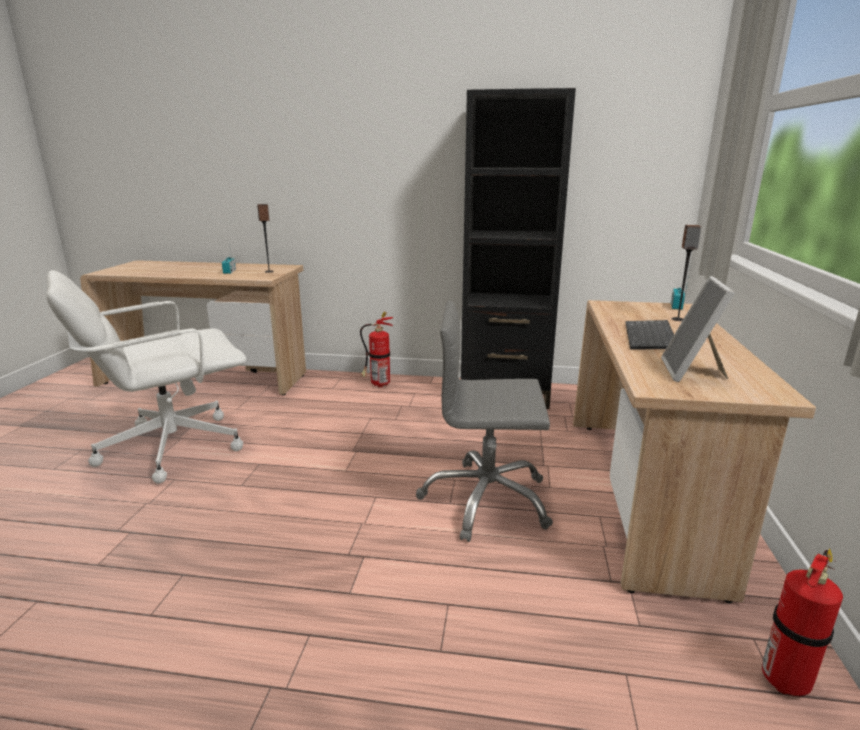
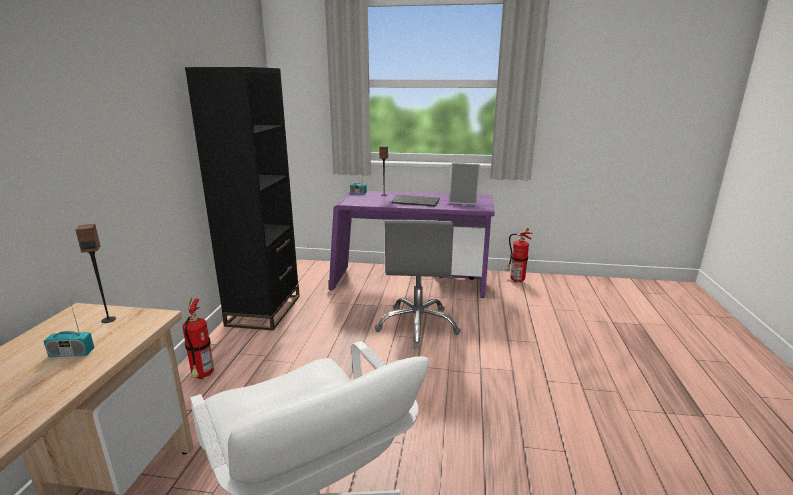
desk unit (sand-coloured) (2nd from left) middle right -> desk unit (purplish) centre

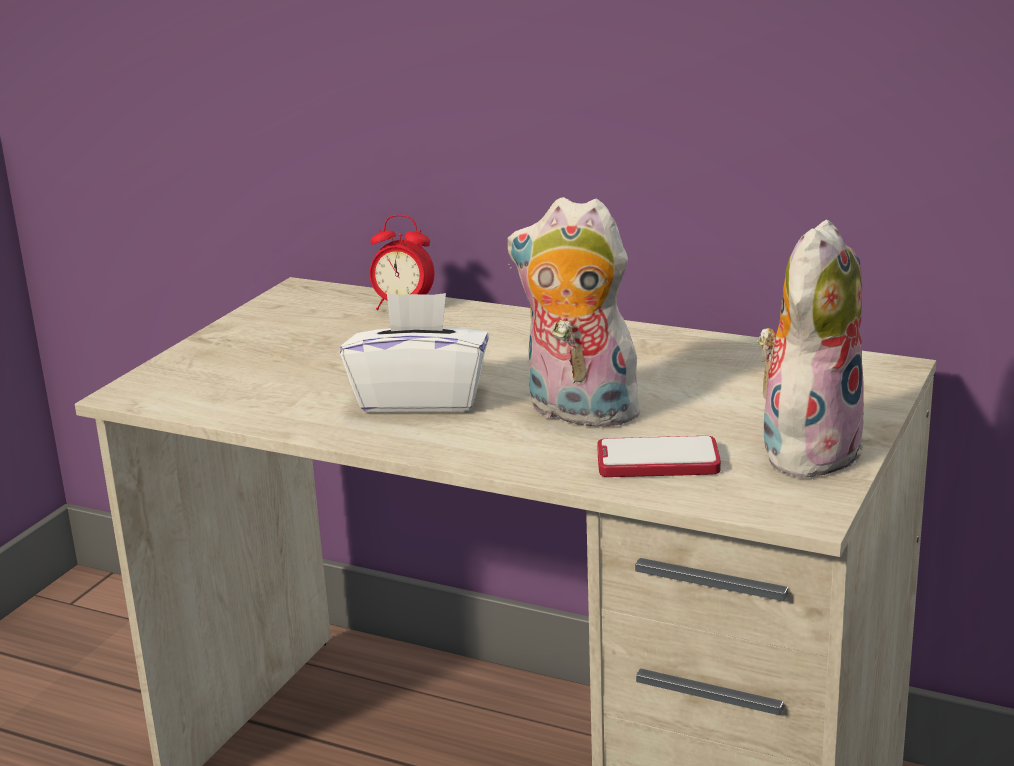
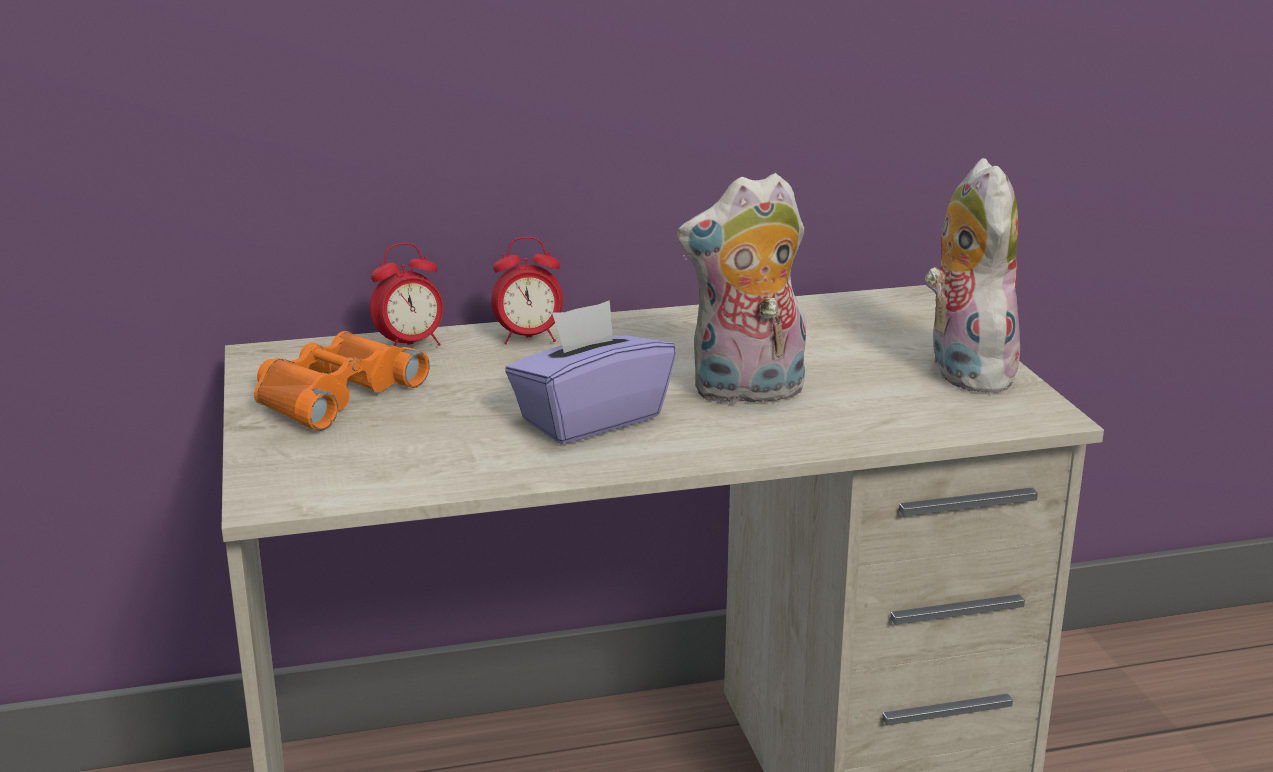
tissue box (white) centre -> tissue box (purplish) centre
phone centre -> none
none -> bedside clock (2nd from left) centre
none -> pair of binoculars (orangey) middle left

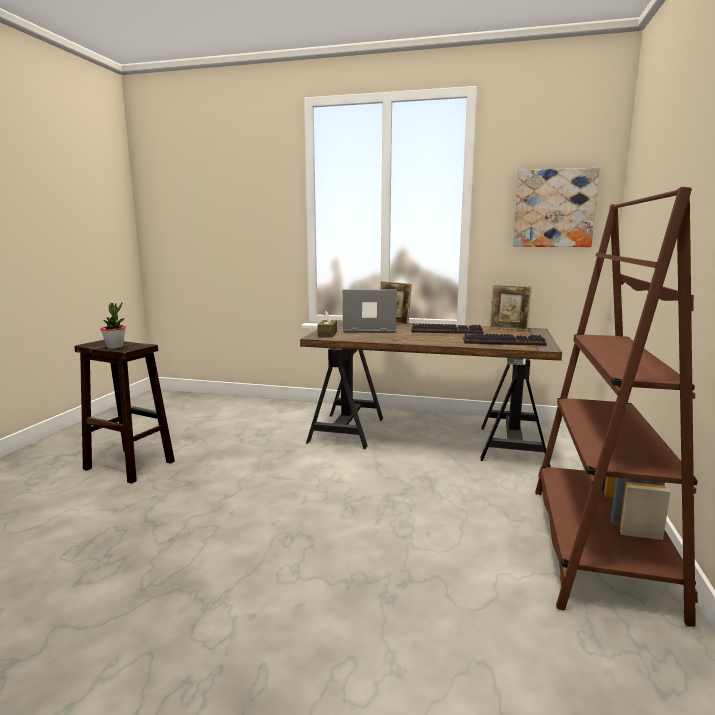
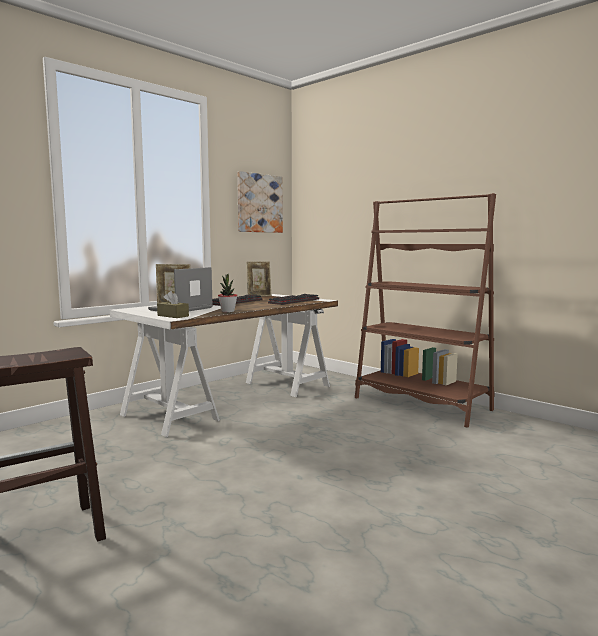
potted plant middle left -> potted plant centre, moved
desk unit (brown) centre -> desk unit (white) centre

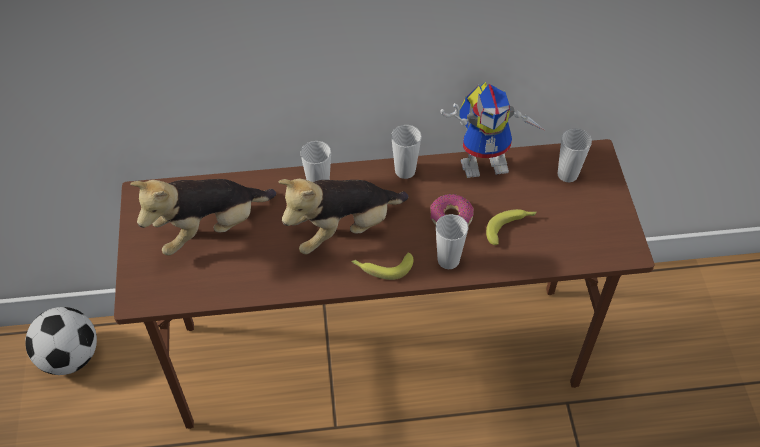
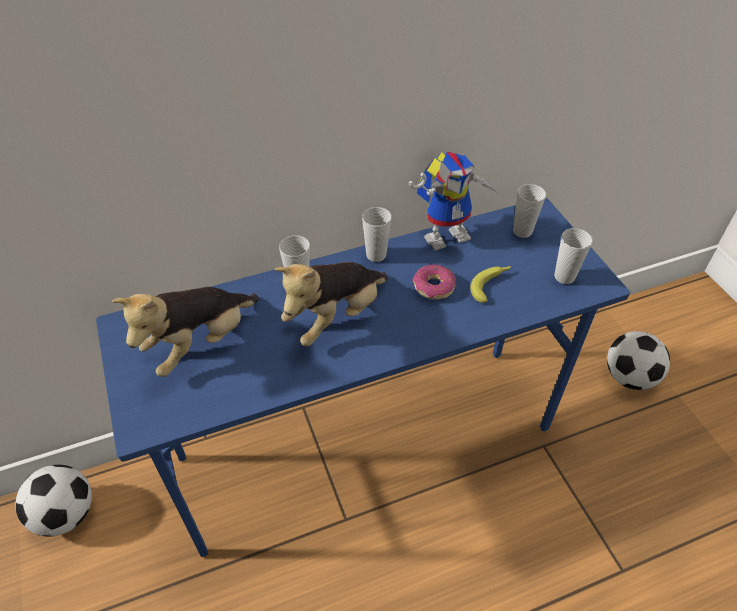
desk unit (brown) centre -> desk unit (blue-coloured) centre
drinking cup (3rd from left in the first image) centre -> drinking cup (4th from left) middle right, moved
banana fruit (1st from left) centre -> none
none -> football (2nd from left) middle right

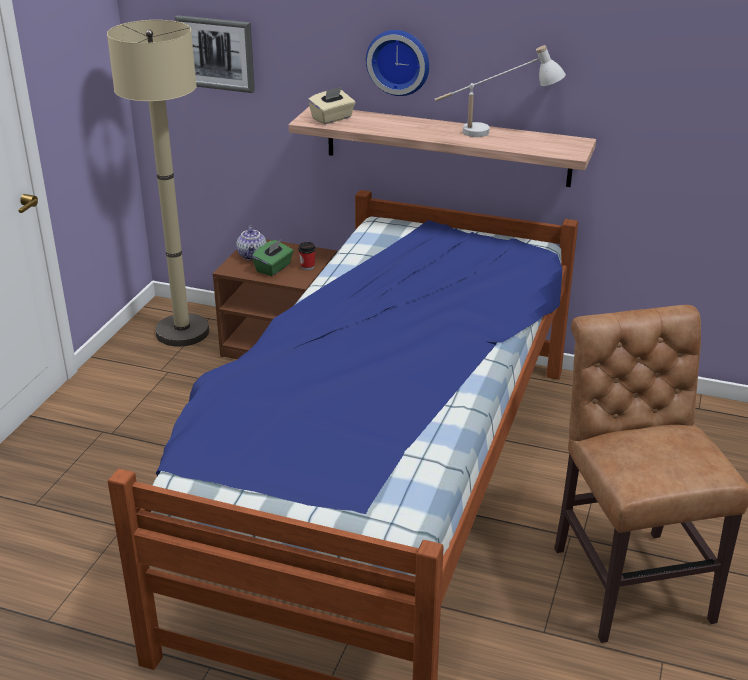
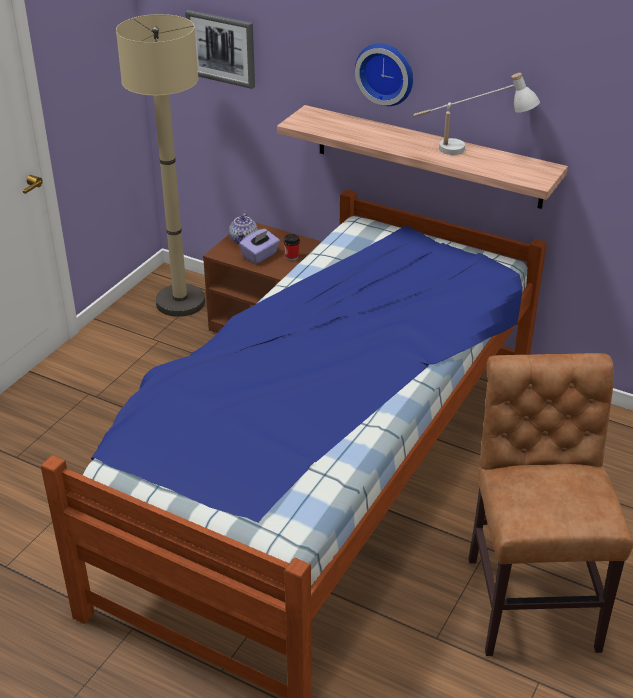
tissue box (sand-coloured) top centre -> none
tissue box (greenish) centre -> tissue box (purplish) centre

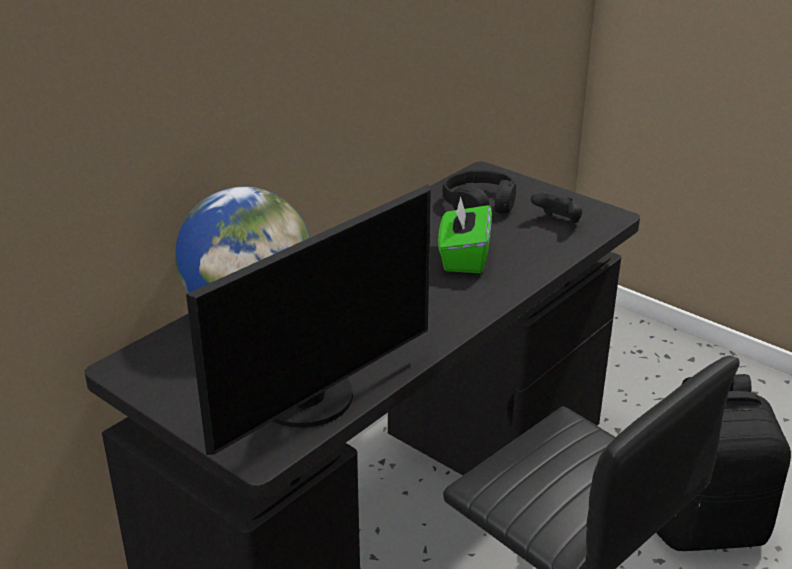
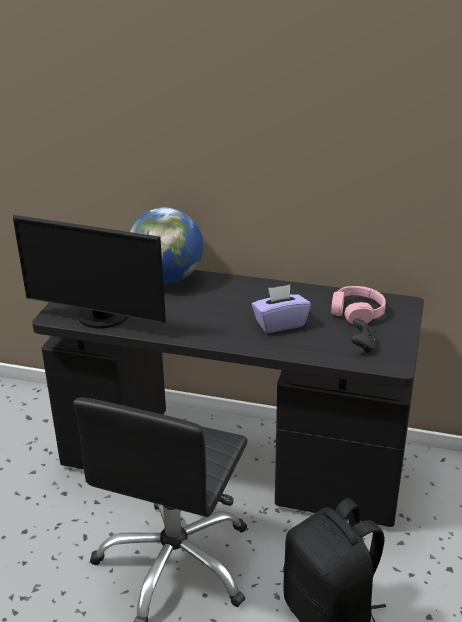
headset (blackish) centre -> headset (pink) middle right
tissue box (greenish) centre -> tissue box (purplish) centre

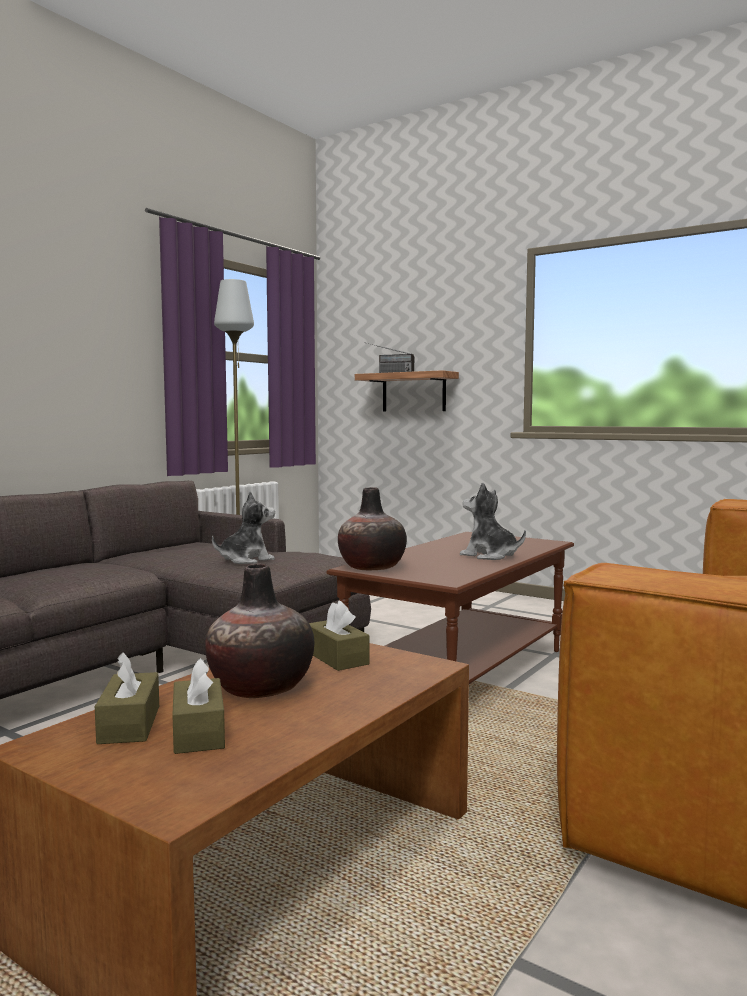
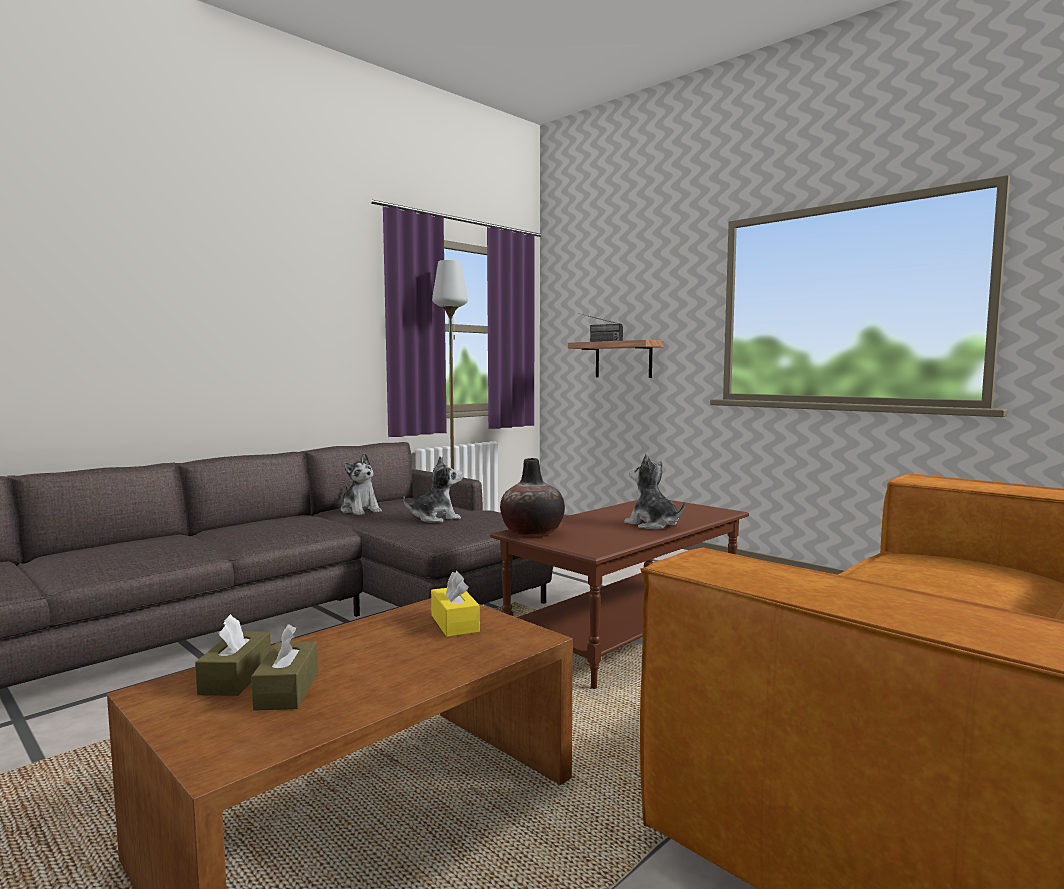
flower vase (1st from left) centre -> none
tissue box (brown) (3rd from left) centre -> tissue box (yellowish) bottom centre
none -> plush toy (1st from left) centre

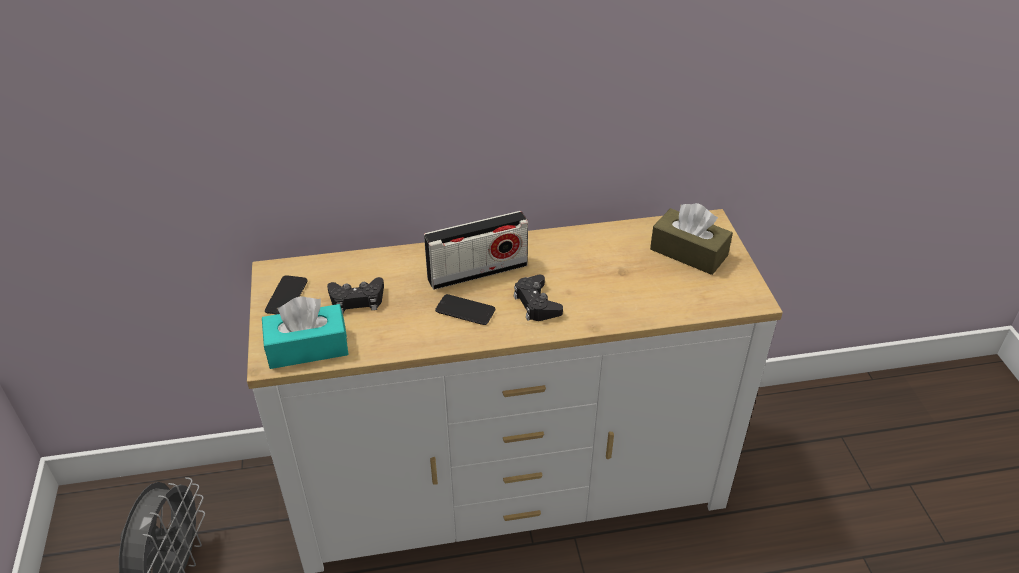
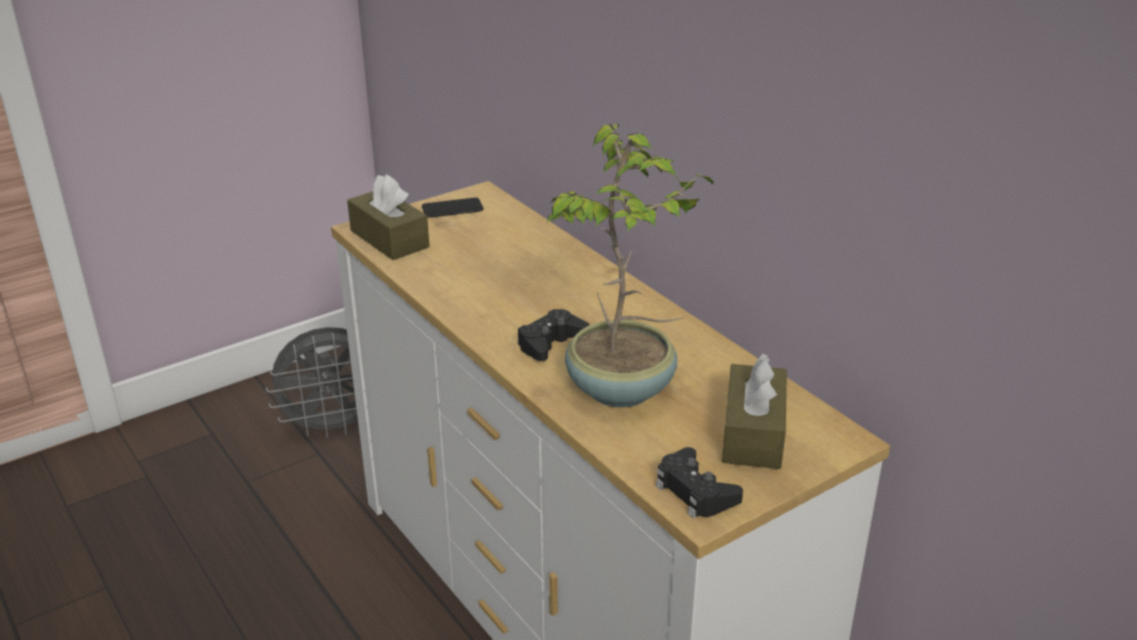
radio receiver centre -> none
joypad (blackish) (1st from left in the first image) centre -> joypad (blackish) (2nd from left) bottom centre, moved
phone (2nd from left) centre -> none
tissue box (blue-green) middle left -> tissue box (brown) (1st from left) centre
none -> potted plant centre

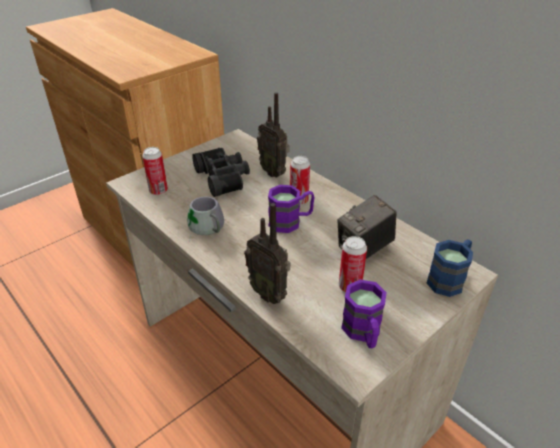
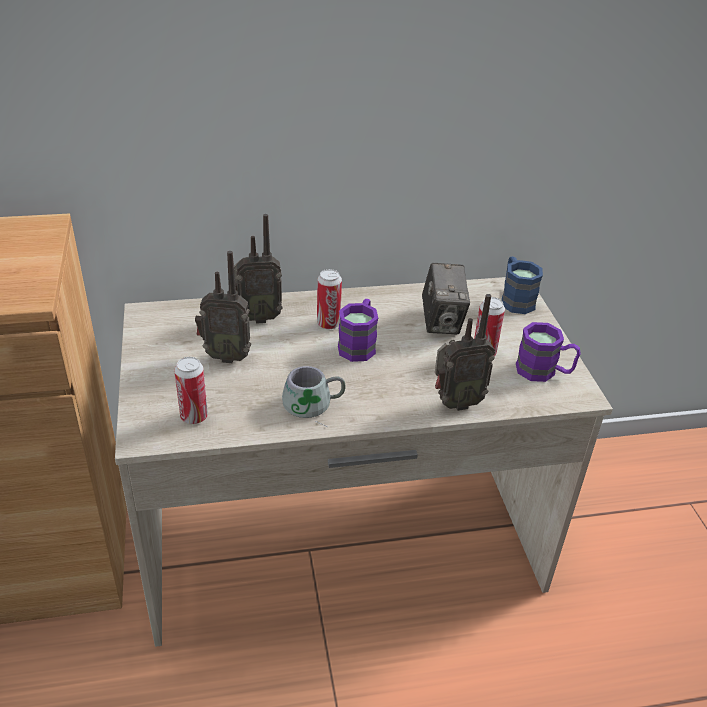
pair of binoculars (blackish) centre -> radio receiver (1st from left) middle left

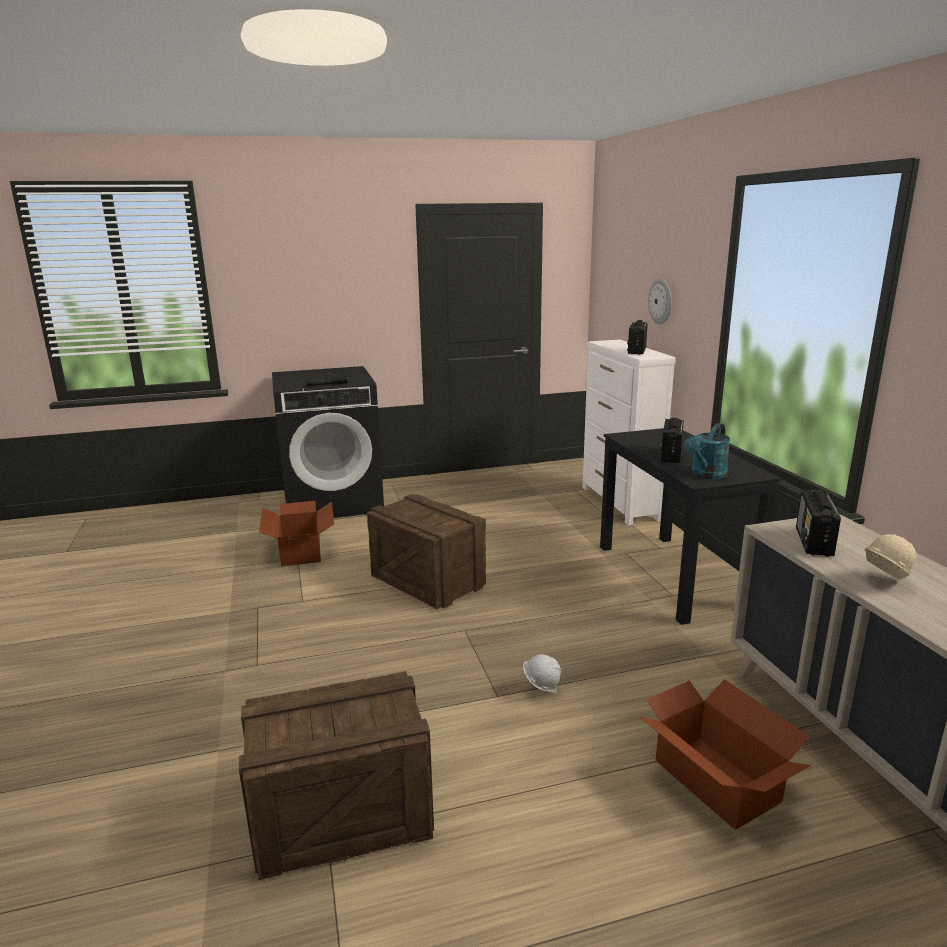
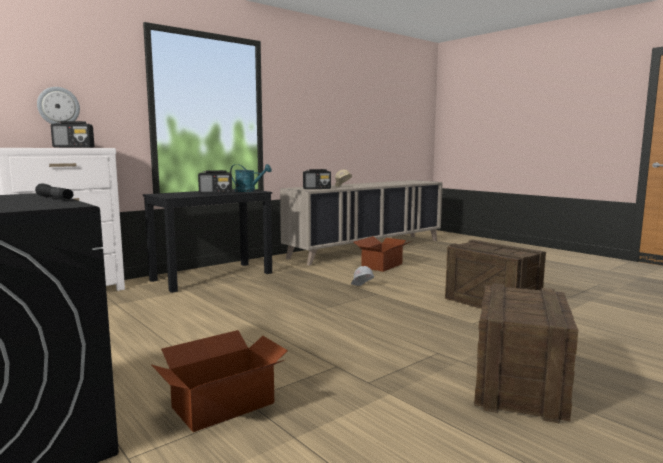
packing crate (2nd from left) centre -> packing crate (2nd from left) bottom right, moved

